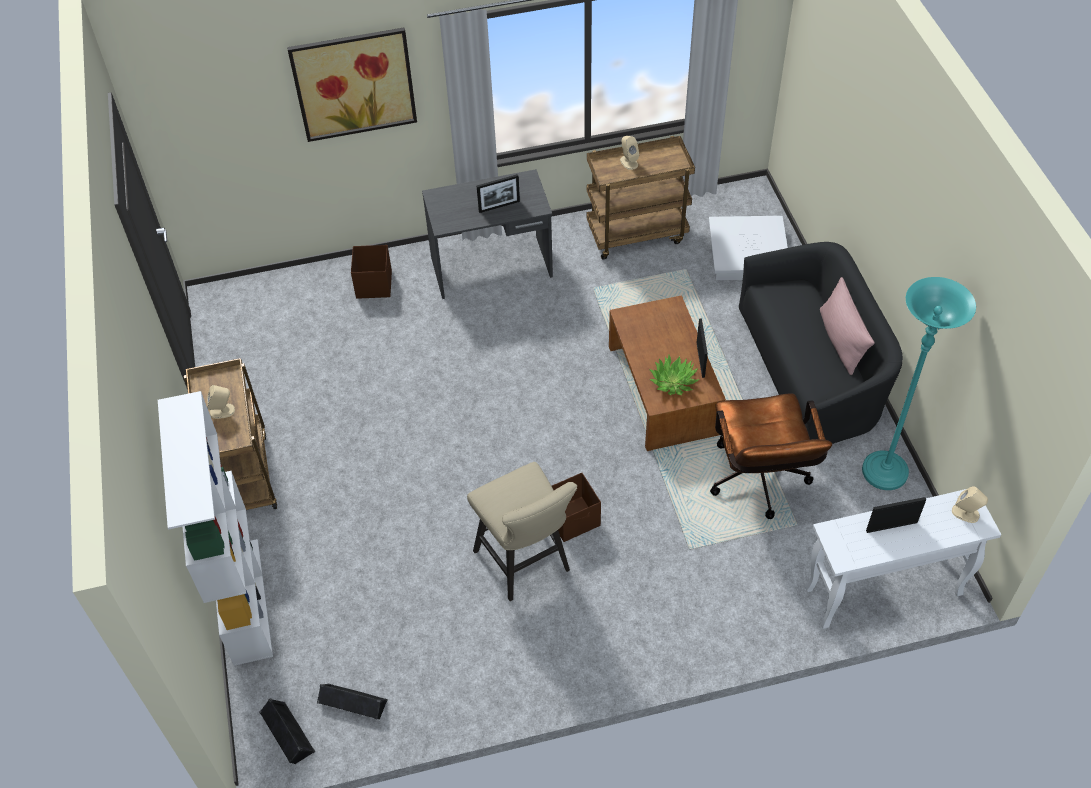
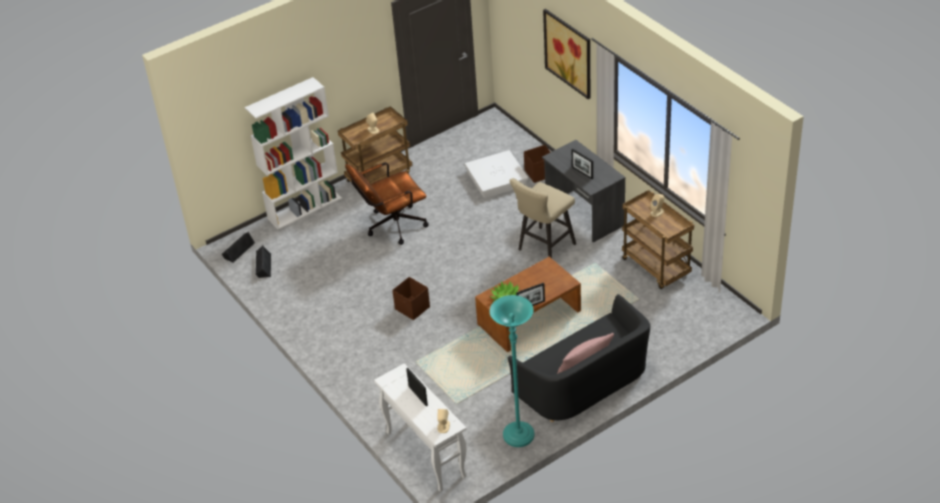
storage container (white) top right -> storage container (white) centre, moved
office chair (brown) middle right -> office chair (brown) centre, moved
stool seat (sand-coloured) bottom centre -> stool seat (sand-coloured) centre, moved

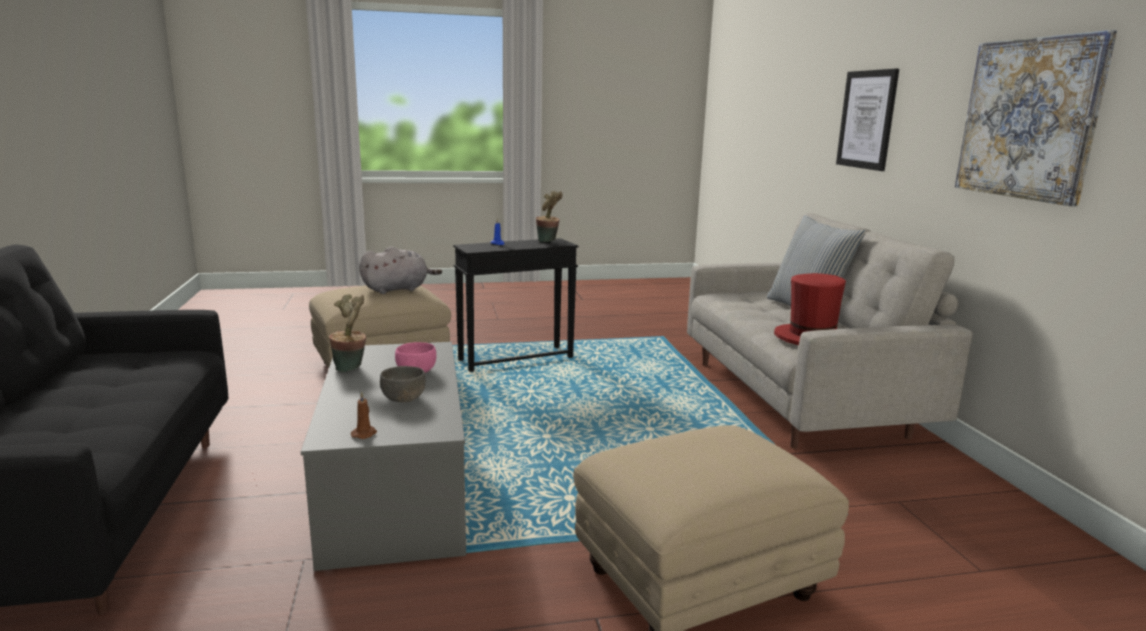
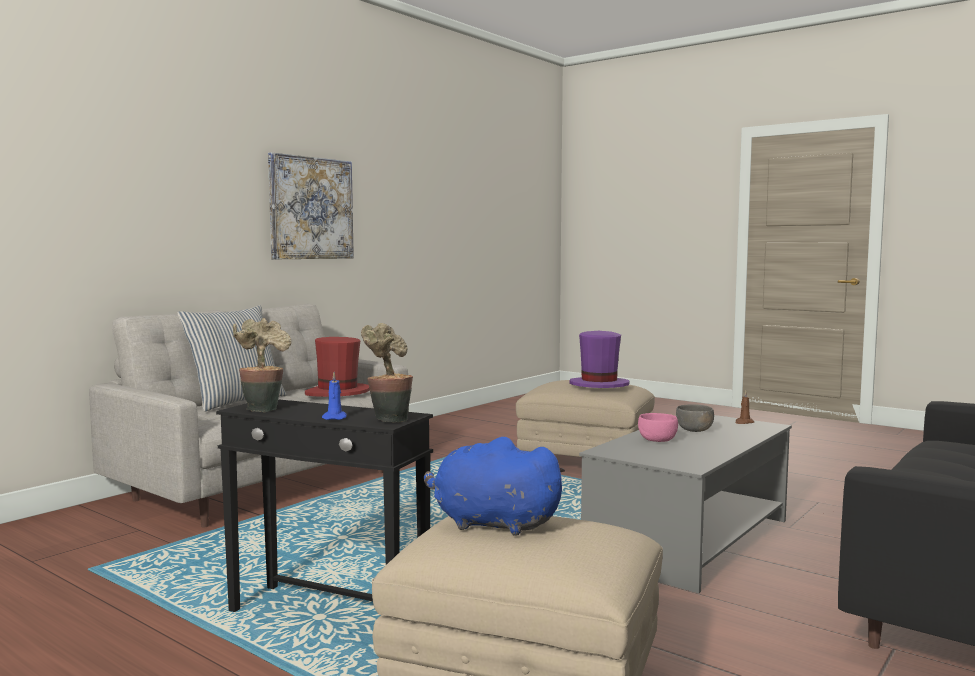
wall picture (1st from left) top right -> none
plush toy (grey) centre -> plush toy (blue-coloured) bottom centre
potted plant (1st from left in the first image) middle left -> potted plant (2nd from left) centre, moved
none -> wearable hat (purplish) centre

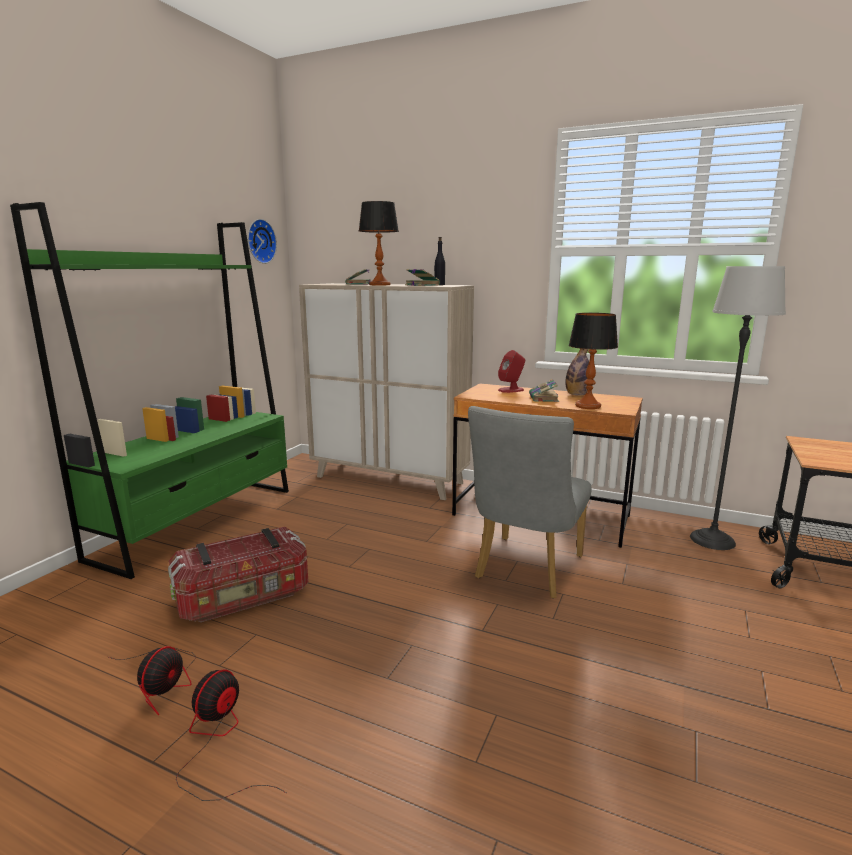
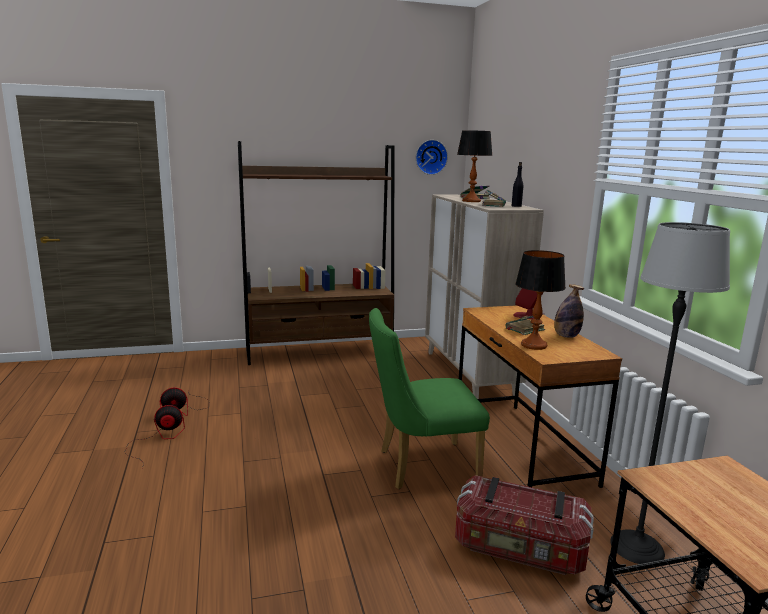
bookshelf (greenish) middle left -> bookshelf (brown) centre
plain chair (grey) centre -> plain chair (greenish) centre
storage container bottom left -> storage container bottom right, moved

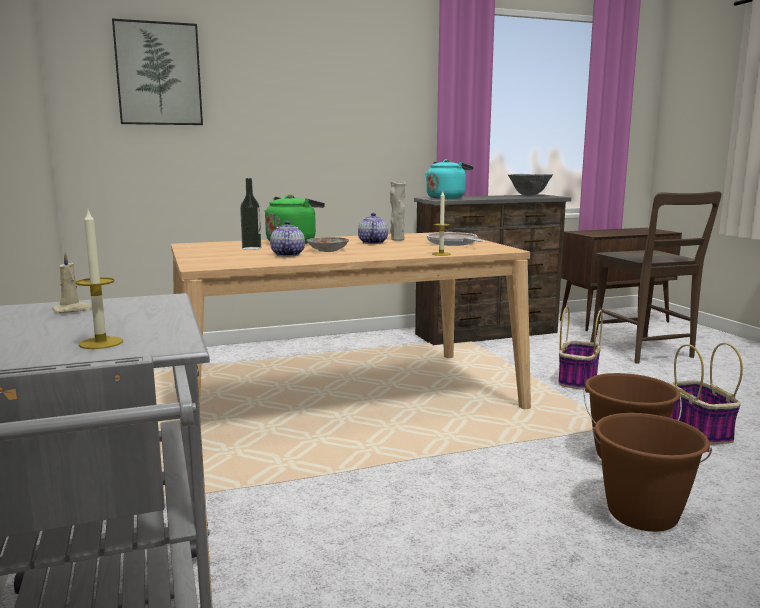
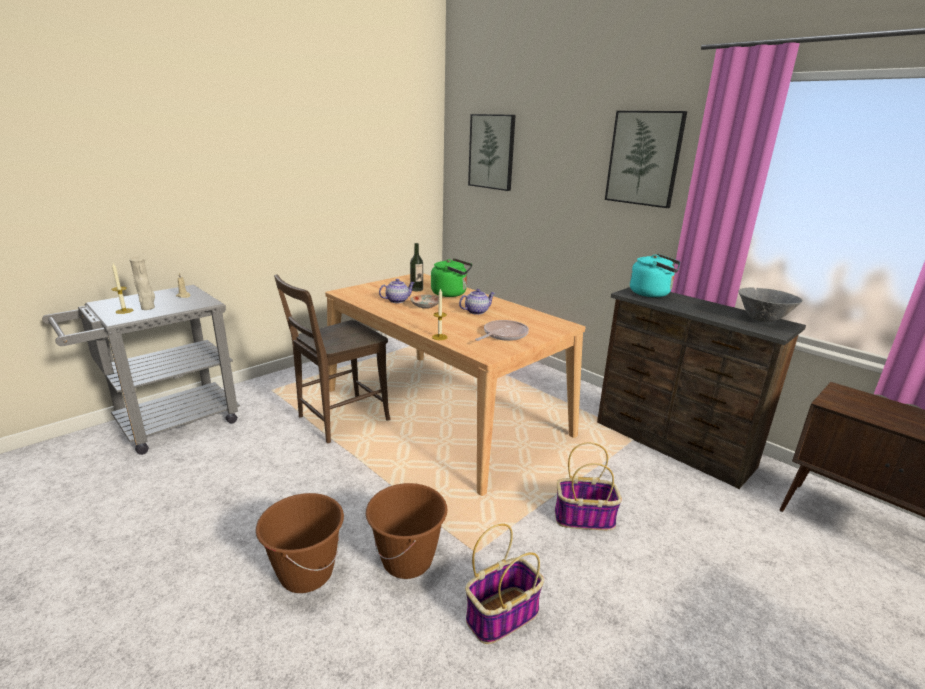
flower vase (sand-coloured) centre -> flower vase (sand-coloured) middle left, moved
plain chair (brown) middle right -> plain chair (brown) centre, moved
none -> wall picture (2nd from left) top right

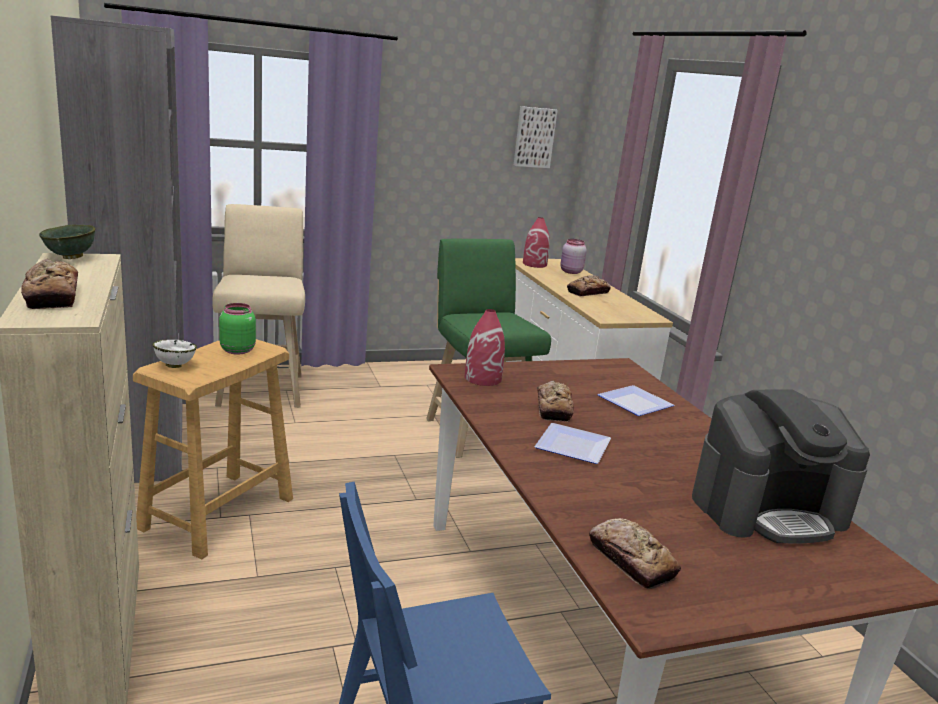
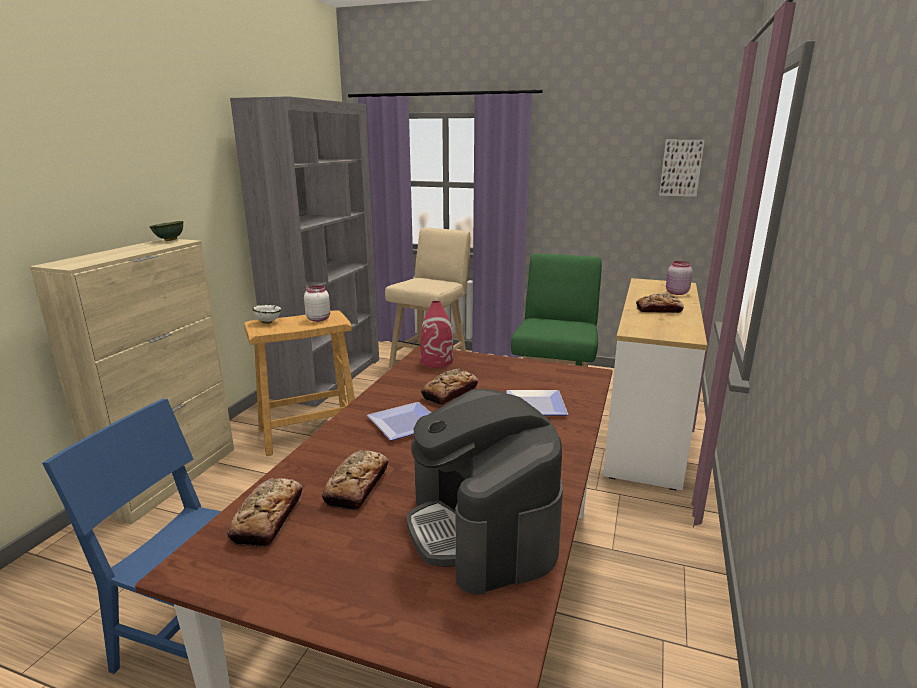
flower vase (red) (2nd from left) centre -> none
baked bread (1st from left in the first image) middle left -> baked bread (2nd from left) bottom centre, moved
jar (greenish) middle left -> jar (white) centre
coffee maker middle right -> coffee maker bottom centre, 45 degrees clockwise

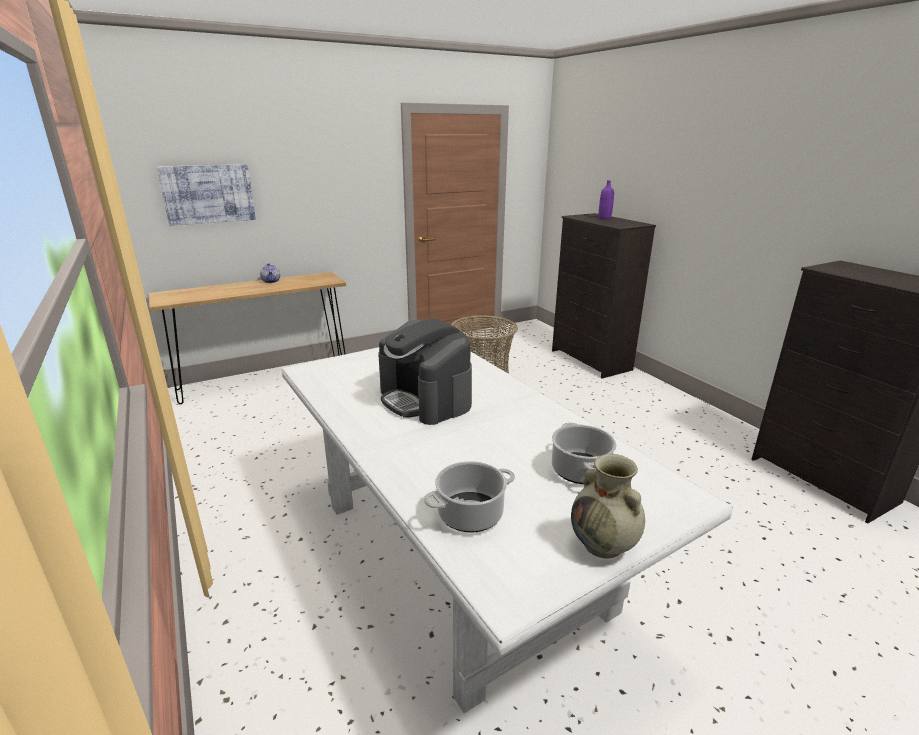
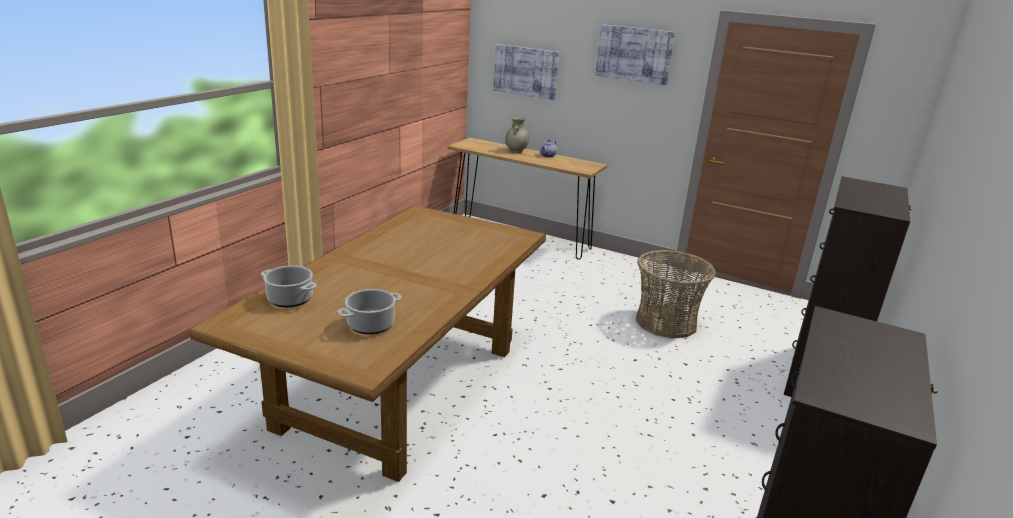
bottle (purplish) top centre -> none
coffee maker centre -> none
dinner table (white) bottom centre -> dinner table (brown) centre
flower vase (sand-coloured) bottom centre -> flower vase (sand-coloured) top centre, moved
none -> wall picture (2nd from left) top centre

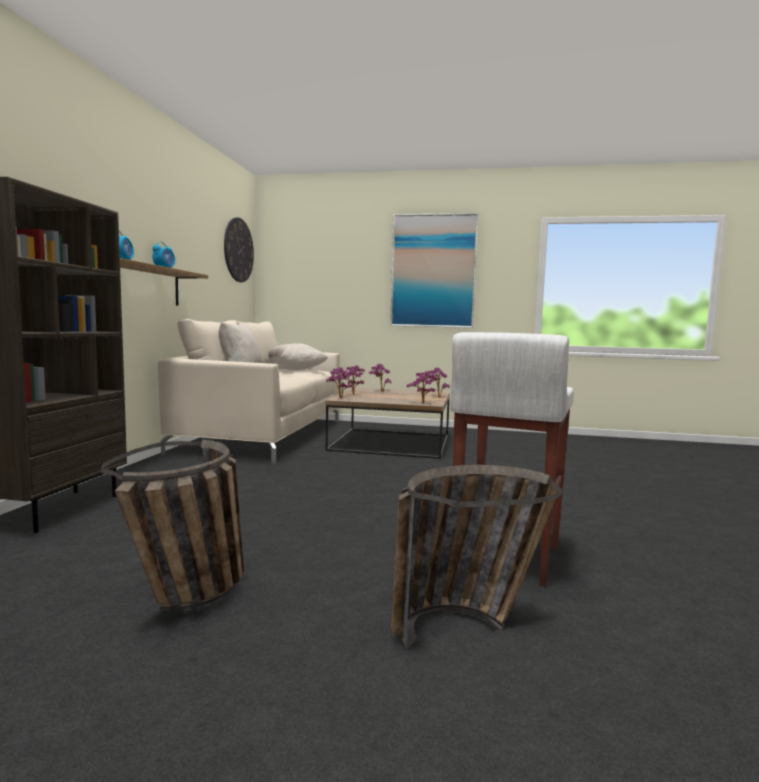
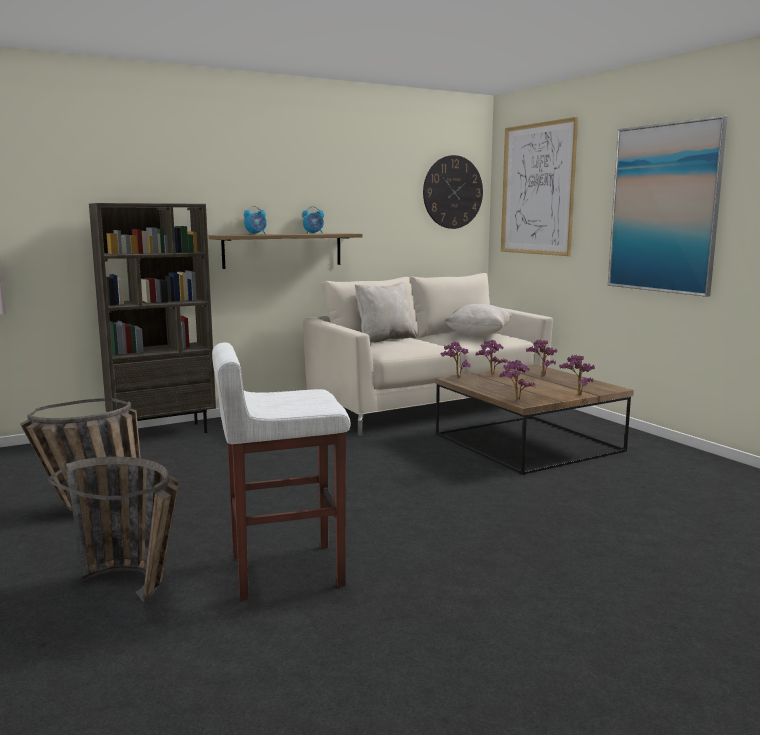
none -> wall picture (1st from left) top right

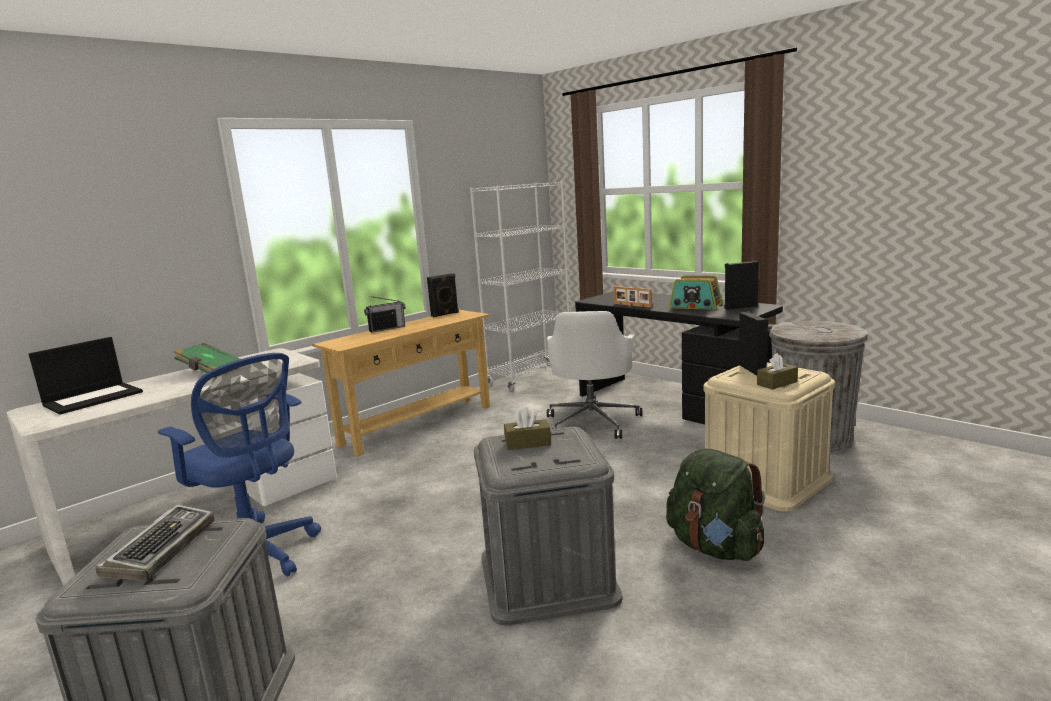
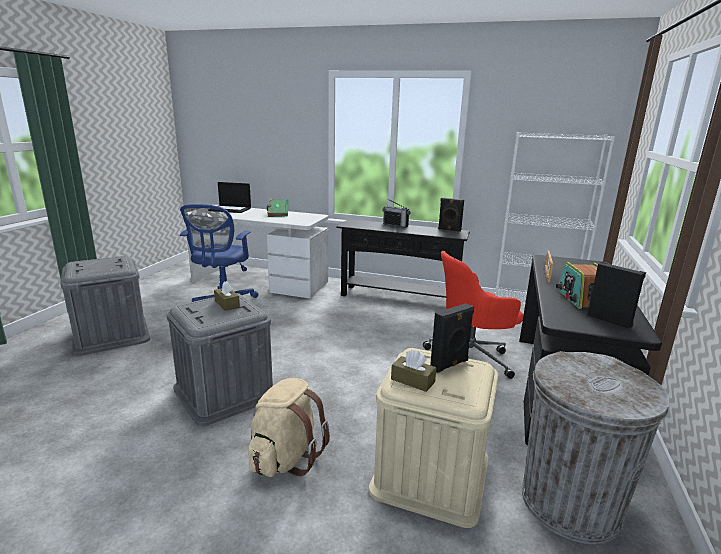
console table (sand-coloured) centre -> console table (blackish) centre
office chair (white) centre -> office chair (red) centre
rucksack (greenish) bottom right -> rucksack (sand-coloured) bottom centre
keyboard bottom left -> none

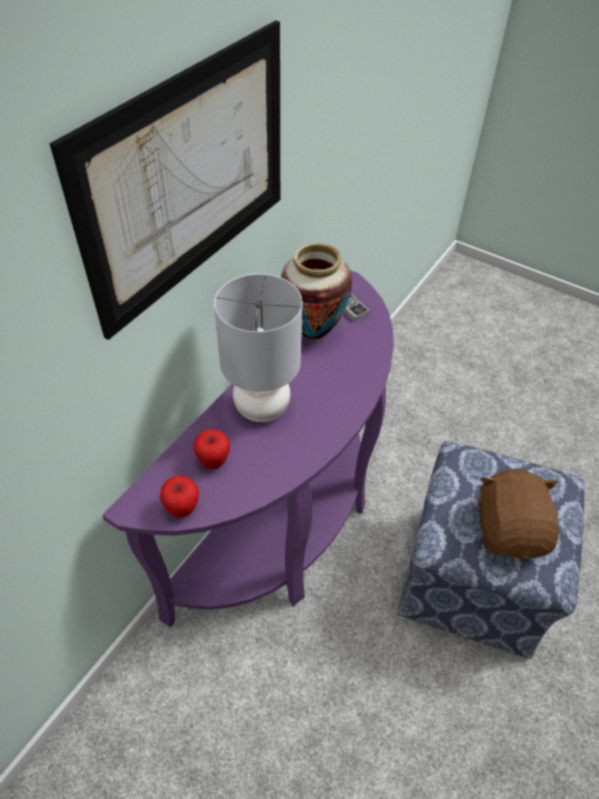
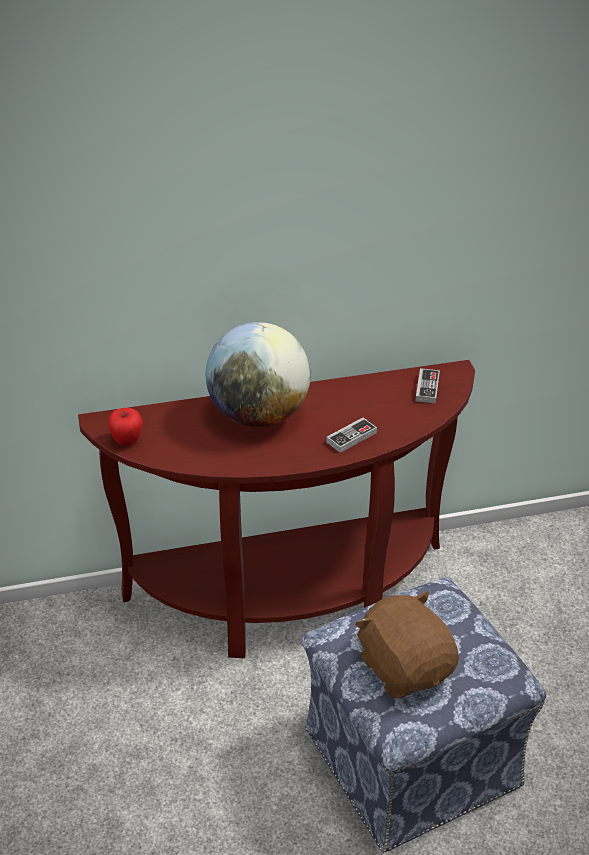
wall picture top left -> none
flower vase centre -> none
console table (purplish) centre -> console table (brown) centre
table lamp (grey) centre -> desk globe centre
apple (2nd from left) centre -> none
plush toy (brown) middle right -> plush toy (brown) bottom right, 75 degrees counterclockwise
none -> joypad (1st from left) centre

